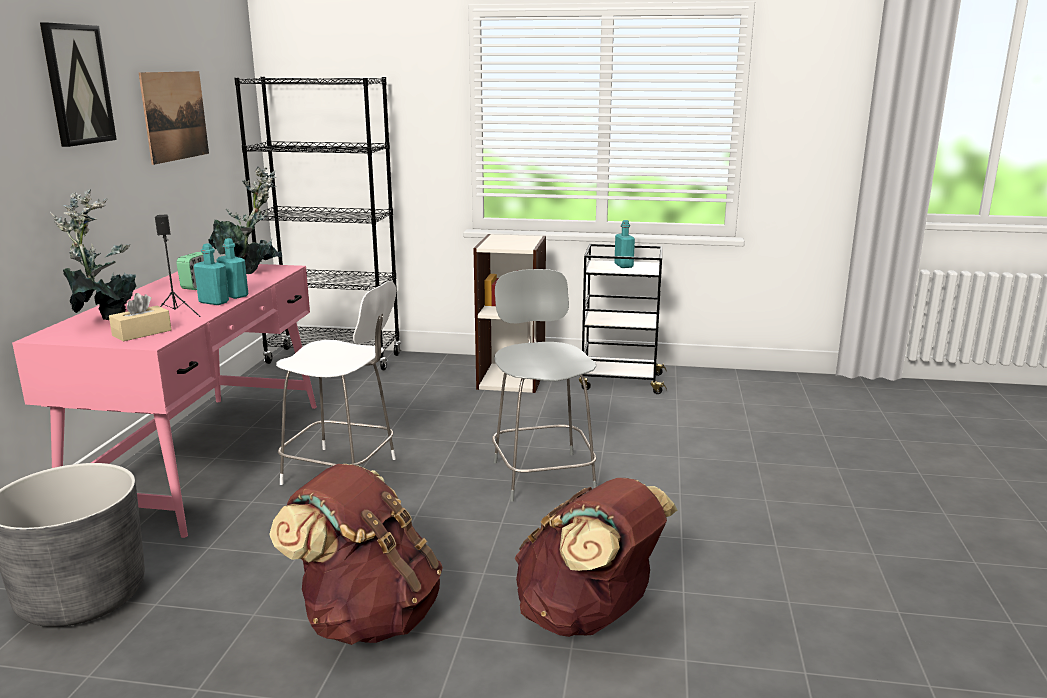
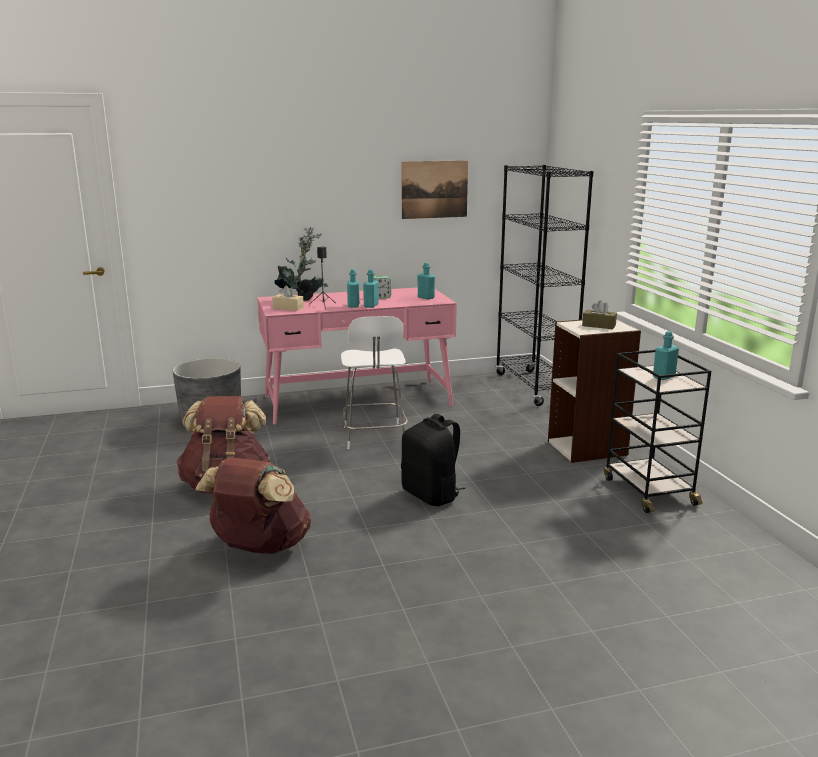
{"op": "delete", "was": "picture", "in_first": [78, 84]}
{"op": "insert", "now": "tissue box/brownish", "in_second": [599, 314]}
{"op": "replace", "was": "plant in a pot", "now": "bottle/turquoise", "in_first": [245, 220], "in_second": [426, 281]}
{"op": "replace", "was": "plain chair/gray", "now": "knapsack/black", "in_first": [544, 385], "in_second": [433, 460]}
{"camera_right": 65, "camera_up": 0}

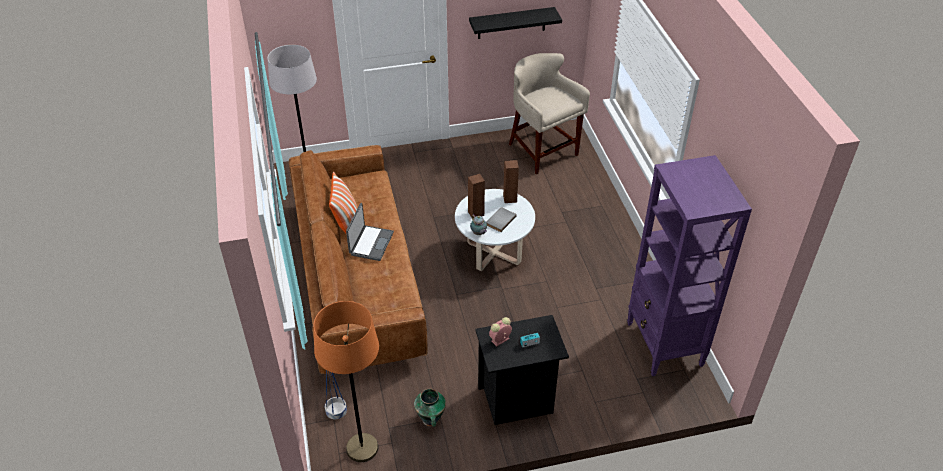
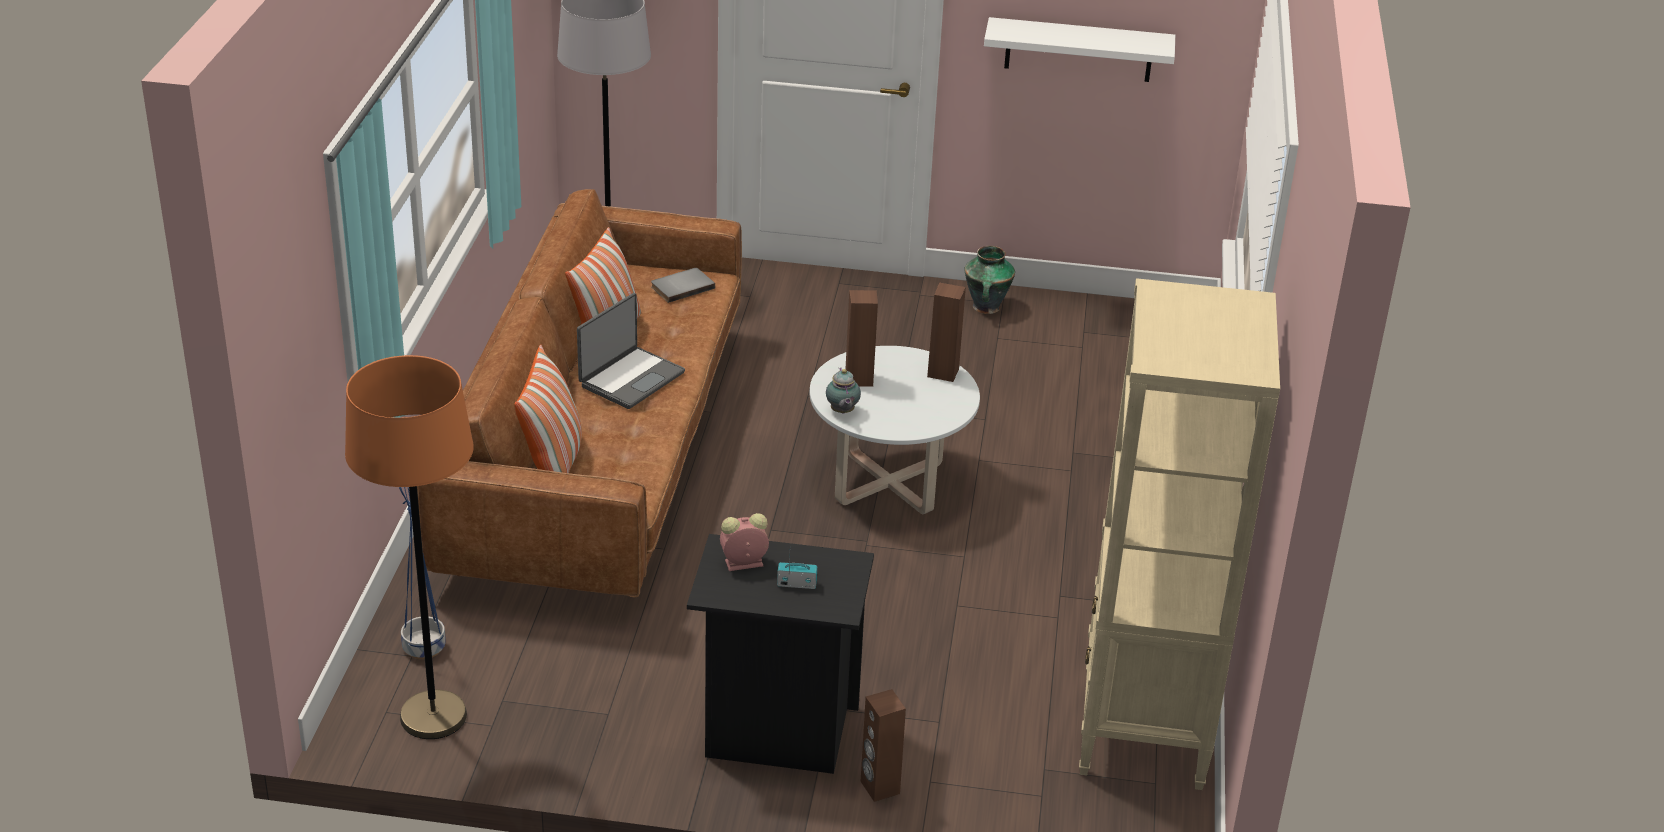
{"op": "delete", "was": "stool/sand-coloured", "in_first": [549, 114]}
{"op": "insert", "now": "pillow", "in_second": [548, 409]}
{"op": "insert", "now": "audio speaker/brownish", "in_second": [883, 745]}
{"op": "move", "was": "flower vase", "in_first": [430, 408], "in_second": [989, 280]}
{"op": "move", "was": "book/gray", "in_first": [501, 219], "in_second": [683, 285]}
{"op": "recolor", "was": "bracket shelf/black", "now": "bracket shelf/white", "in_first": [515, 23], "in_second": [1079, 49]}
{"op": "recolor", "was": "shelving unit/purple-coloured", "now": "shelving unit/sand-coloured", "in_first": [689, 265], "in_second": [1179, 534]}
{"camera_right": 20, "camera_up": -10}

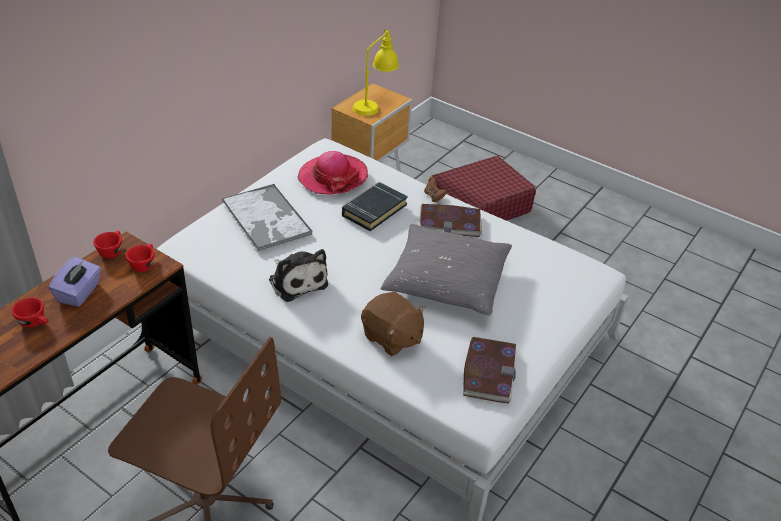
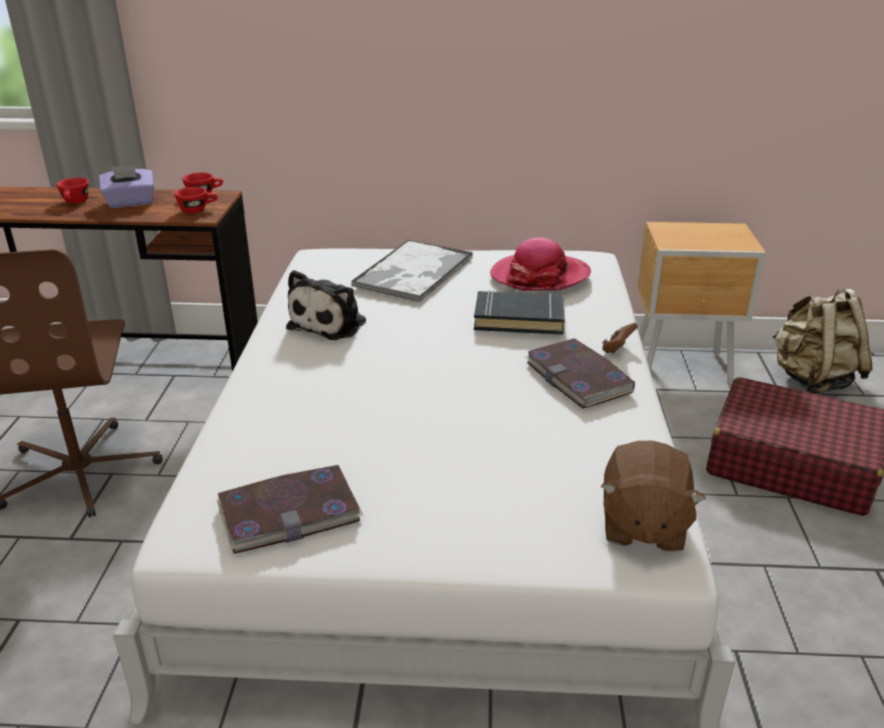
{"op": "delete", "was": "tabletop lamp/yellowish", "in_first": [376, 73]}
{"op": "delete", "was": "pillow/gray", "in_first": [446, 269]}
{"op": "insert", "now": "knapsack/sand-coloured", "in_second": [822, 341]}
{"op": "move", "was": "plush toy/brownish", "in_first": [393, 324], "in_second": [653, 496]}
{"camera_right": 60, "camera_up": -10}

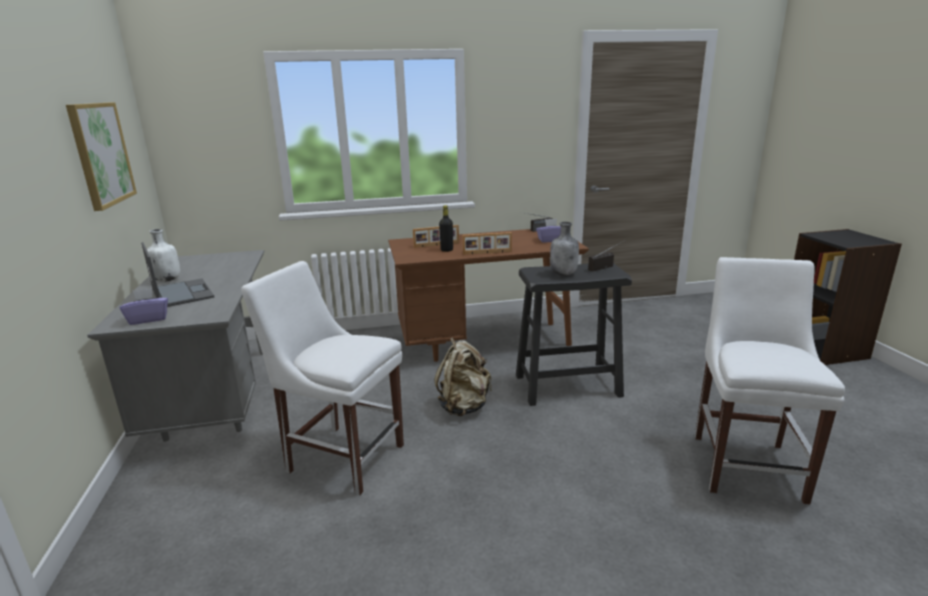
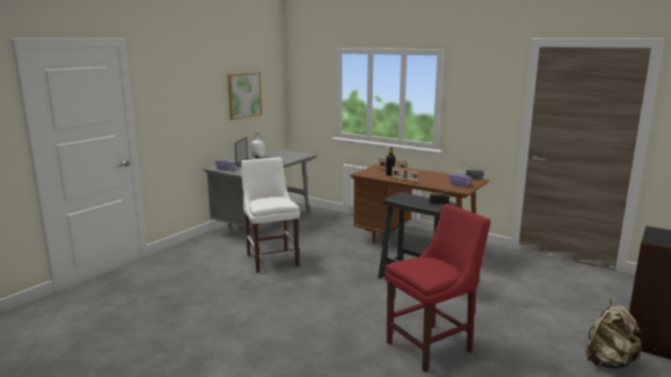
{"op": "delete", "was": "bottle/gray", "in_first": [564, 248]}
{"op": "move", "was": "knapsack/sand-coloured", "in_first": [463, 376], "in_second": [614, 334]}
{"op": "recolor", "was": "plain chair/white", "now": "plain chair/reddish", "in_first": [770, 380], "in_second": [438, 288]}
{"camera_right": 45, "camera_up": -5}

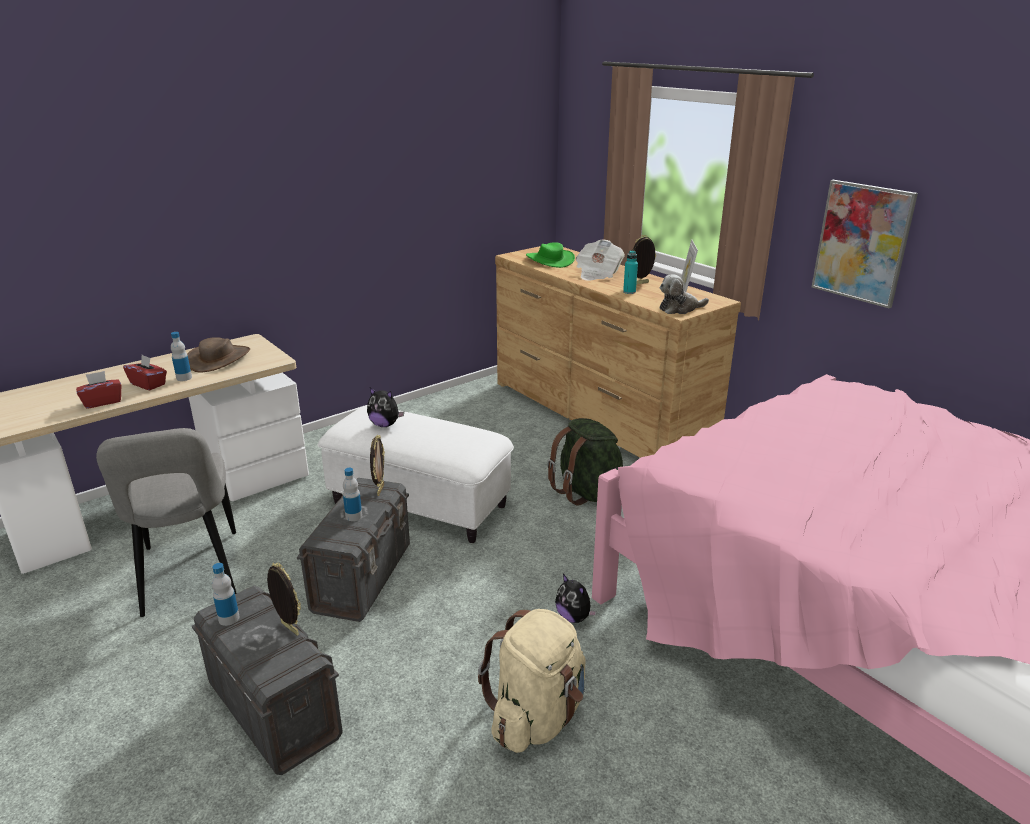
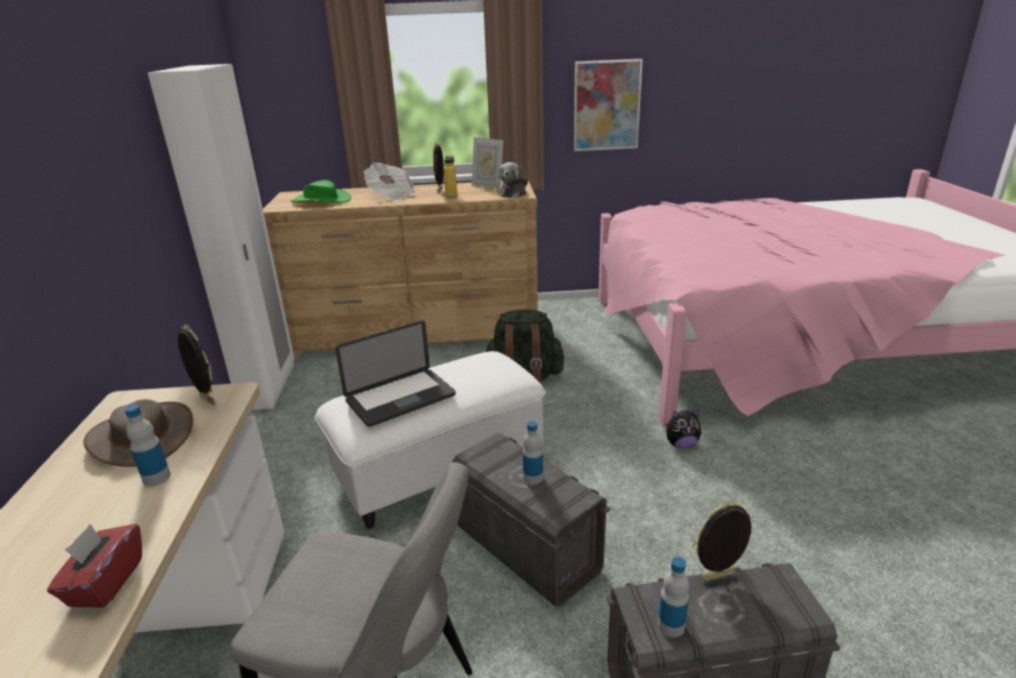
{"op": "delete", "was": "tissue box/reddish", "in_first": [145, 372]}
{"op": "delete", "was": "knapsack/sand-coloured", "in_first": [532, 681]}
{"op": "insert", "now": "wardrobe/white", "in_second": [221, 237]}
{"op": "move", "was": "standing frame", "in_first": [377, 465], "in_second": [197, 364]}
{"op": "replace", "was": "plush toy", "now": "portable computer", "in_first": [385, 407], "in_second": [395, 373]}
{"op": "recolor", "was": "bottle/turquoise", "now": "bottle/yellowish", "in_first": [630, 272], "in_second": [450, 176]}
{"camera_right": -55, "camera_up": 0}

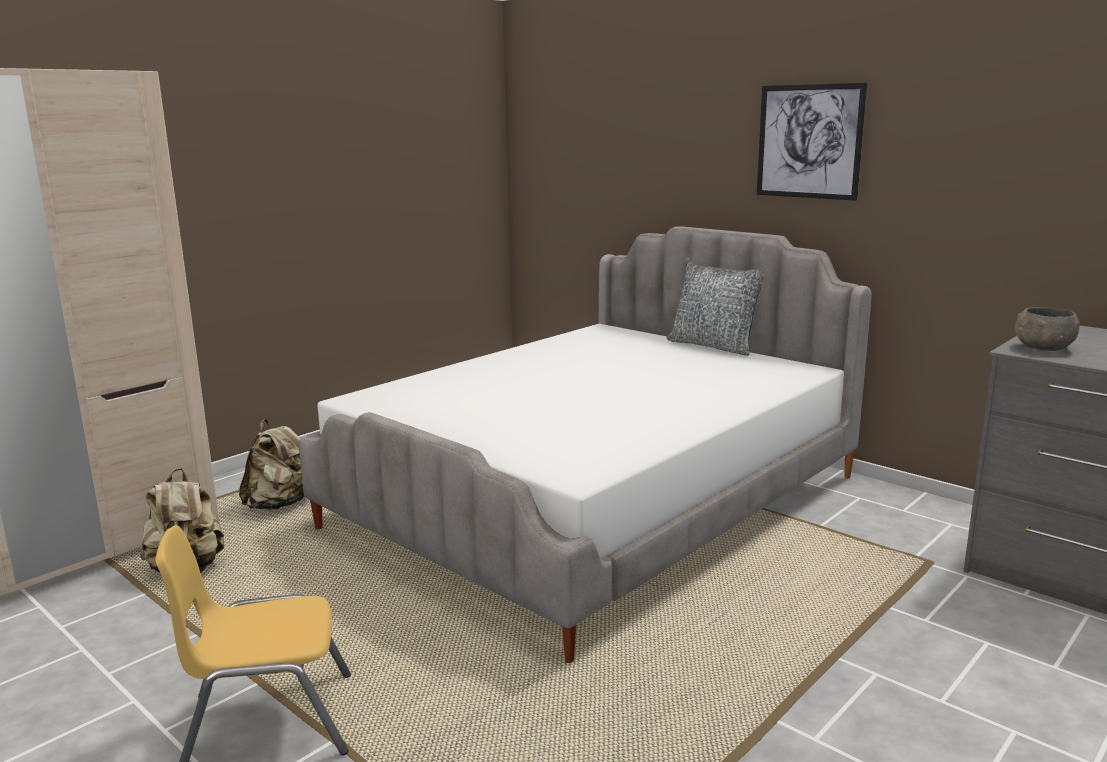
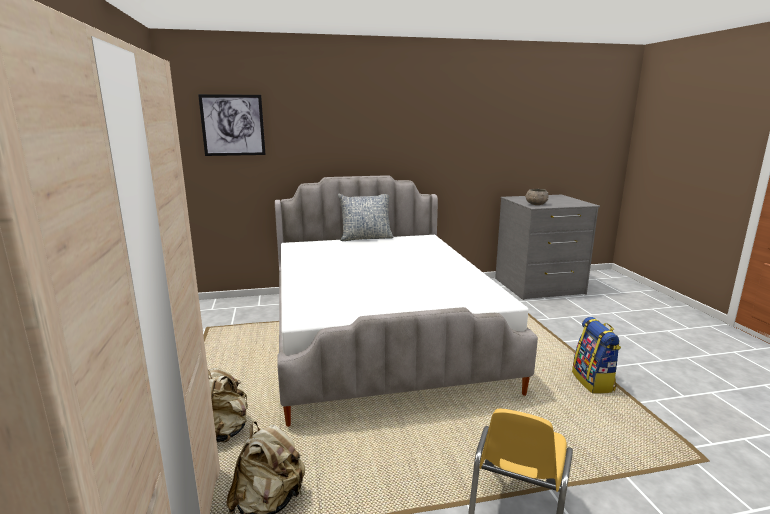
{"op": "insert", "now": "knapsack", "in_second": [596, 355]}
{"op": "move", "was": "picture", "in_first": [812, 142], "in_second": [232, 125]}
{"camera_right": -55, "camera_up": 0}

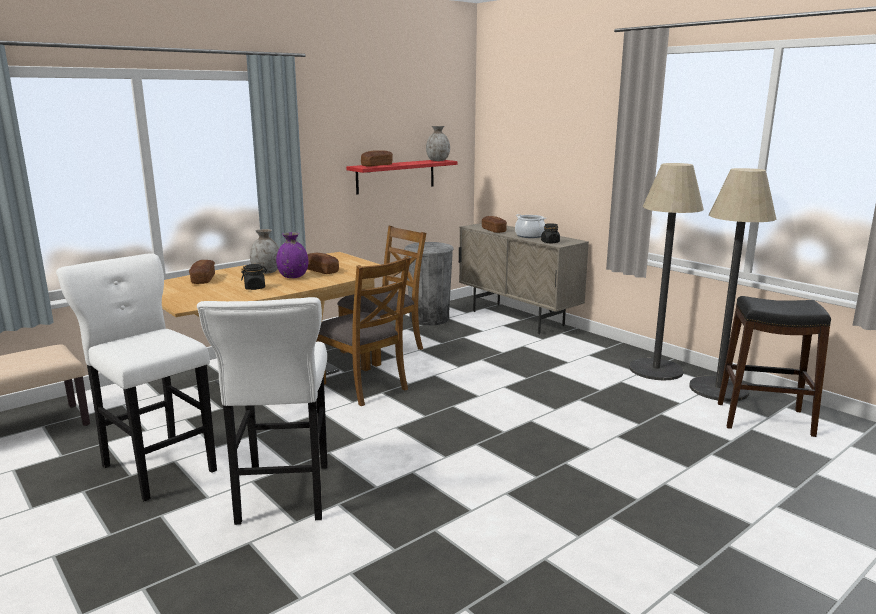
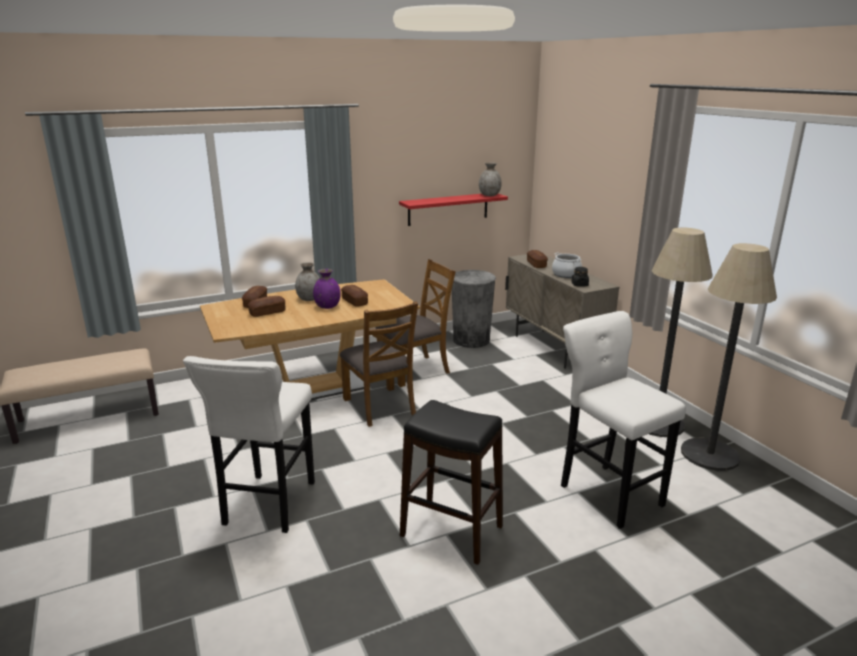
{"op": "delete", "was": "jar/black", "in_first": [254, 277]}
{"op": "move", "was": "stool/white", "in_first": [136, 377], "in_second": [623, 420]}
{"op": "move", "was": "bakery bread", "in_first": [377, 158], "in_second": [266, 306]}
{"op": "move", "was": "stool/black", "in_first": [774, 366], "in_second": [451, 482]}
{"camera_right": 15, "camera_up": 5}

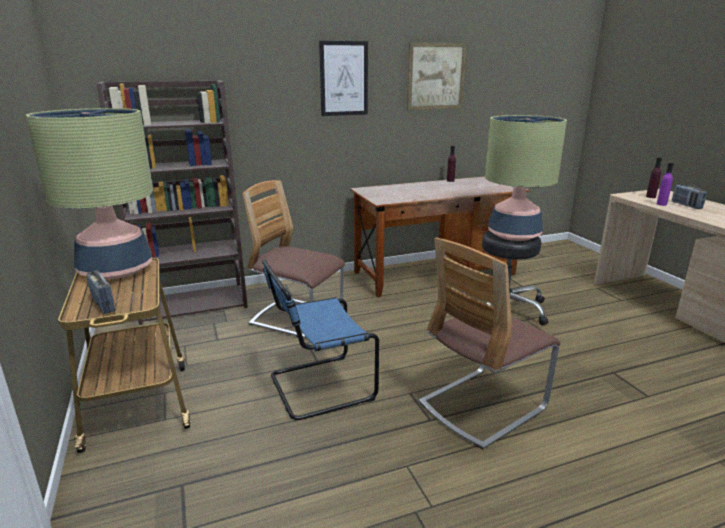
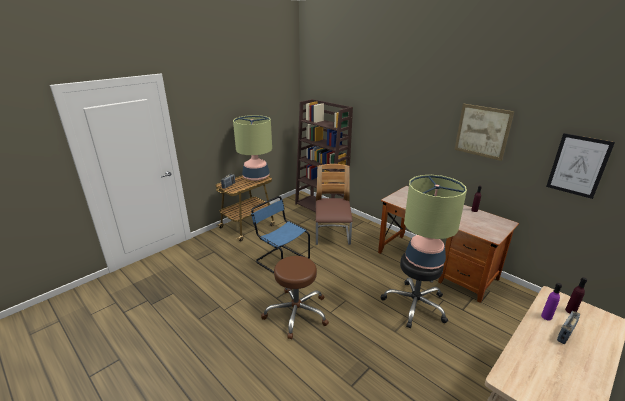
{"op": "move", "was": "picture", "in_first": [343, 78], "in_second": [580, 166]}
{"op": "replace", "was": "plain chair", "now": "stool/brownish", "in_first": [490, 343], "in_second": [295, 297]}
{"camera_right": 65, "camera_up": 5}

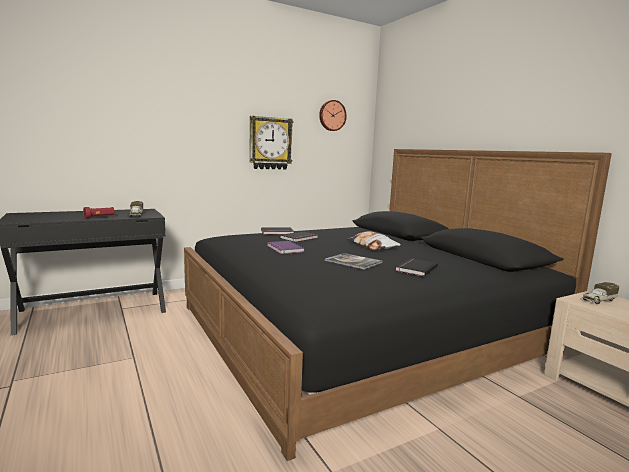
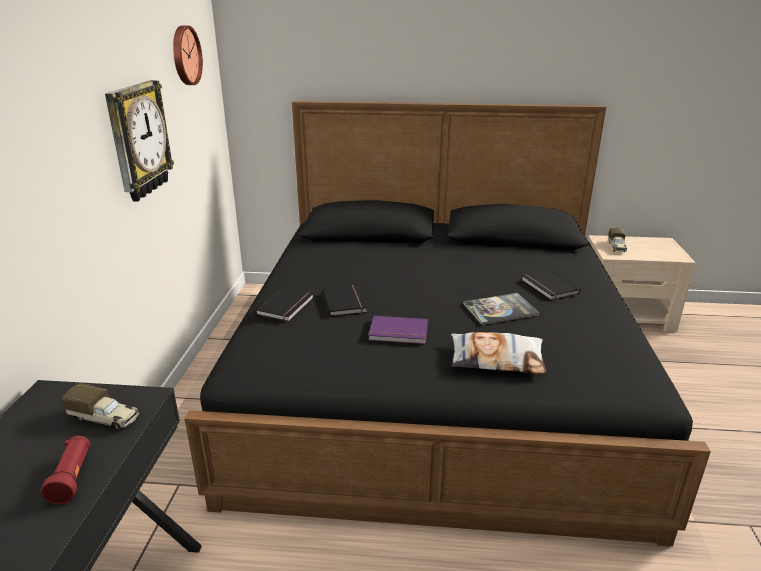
{"op": "move", "was": "pillow", "in_first": [373, 240], "in_second": [498, 352]}
{"camera_right": -55, "camera_up": 15}

